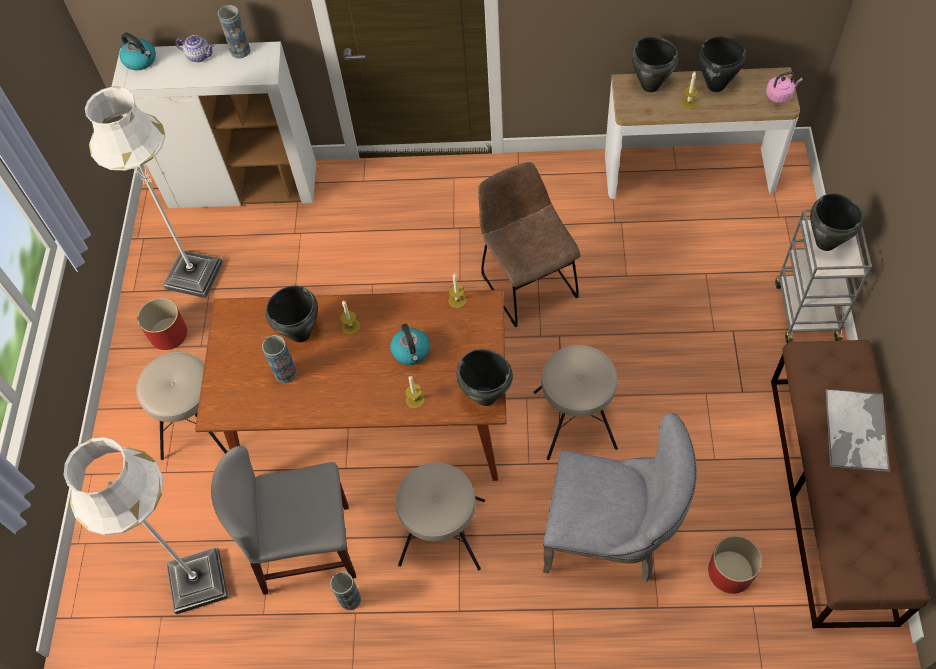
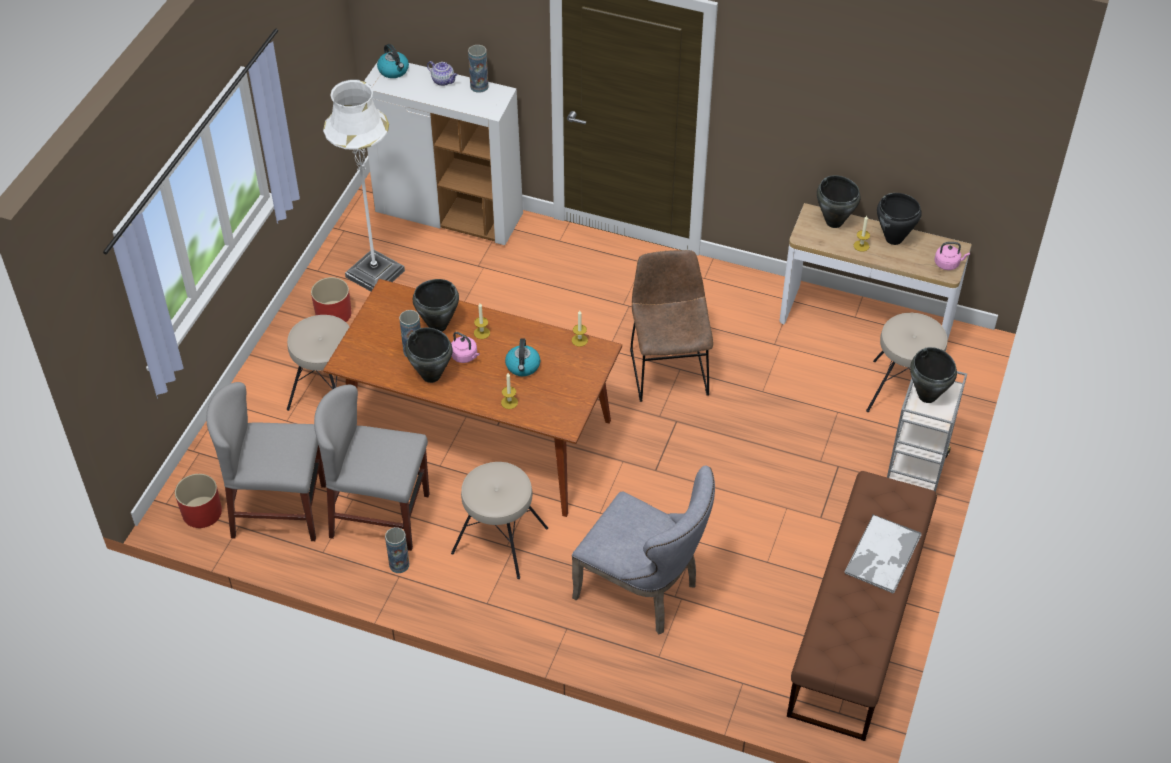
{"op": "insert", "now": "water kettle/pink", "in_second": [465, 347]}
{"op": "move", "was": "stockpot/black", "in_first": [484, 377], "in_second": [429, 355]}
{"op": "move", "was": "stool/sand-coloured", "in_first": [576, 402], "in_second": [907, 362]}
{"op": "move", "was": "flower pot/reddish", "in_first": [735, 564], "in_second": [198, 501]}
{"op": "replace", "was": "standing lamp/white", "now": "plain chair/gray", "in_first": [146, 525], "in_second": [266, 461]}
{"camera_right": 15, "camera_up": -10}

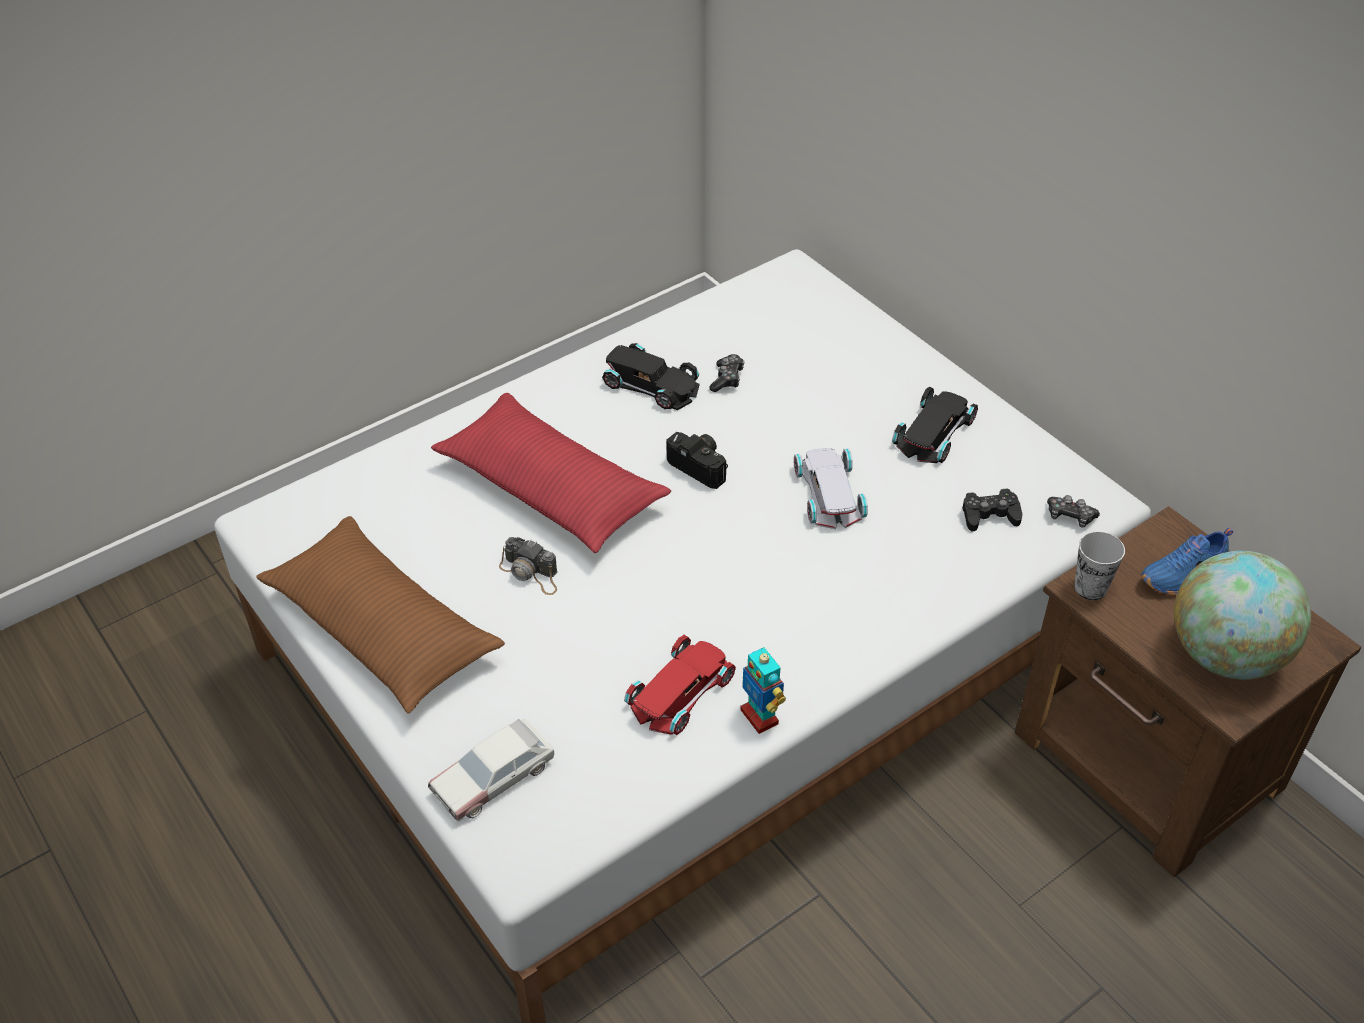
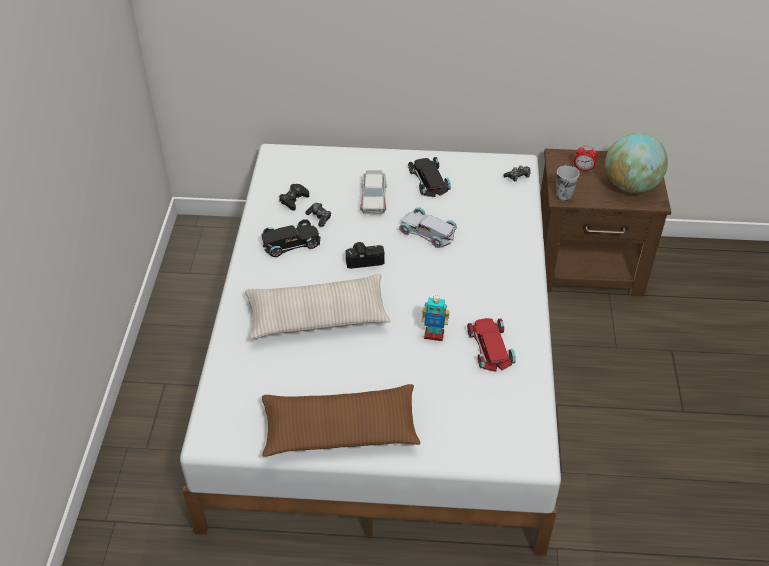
{"op": "delete", "was": "still camera", "in_first": [528, 566]}
{"op": "move", "was": "miniature car", "in_first": [491, 770], "in_second": [373, 192]}
{"op": "move", "was": "model robot", "in_first": [763, 690], "in_second": [435, 318]}
{"op": "move", "was": "game controller/black", "in_first": [992, 510], "in_second": [294, 197]}
{"op": "replace", "was": "shoe/blue-coloured", "now": "alarm clock", "in_first": [1187, 562], "in_second": [585, 158]}
{"op": "recolor", "was": "pillow/reddish", "now": "pillow/sand-coloured", "in_first": [551, 473], "in_second": [317, 306]}
{"camera_right": -50, "camera_up": 0}

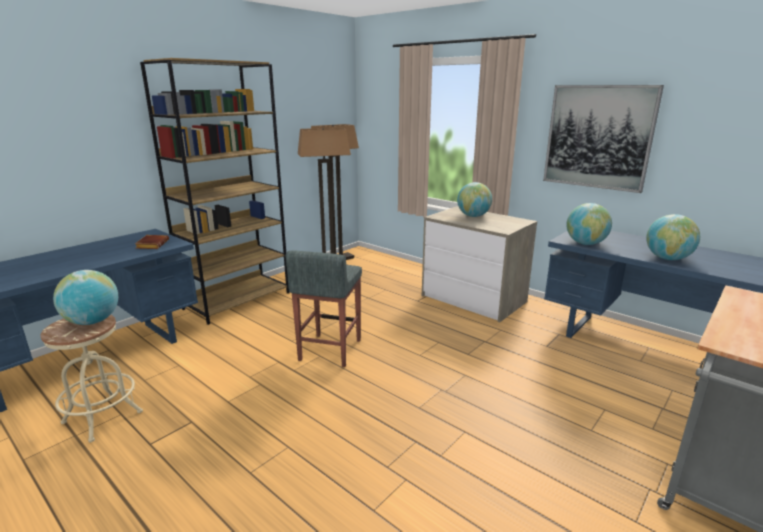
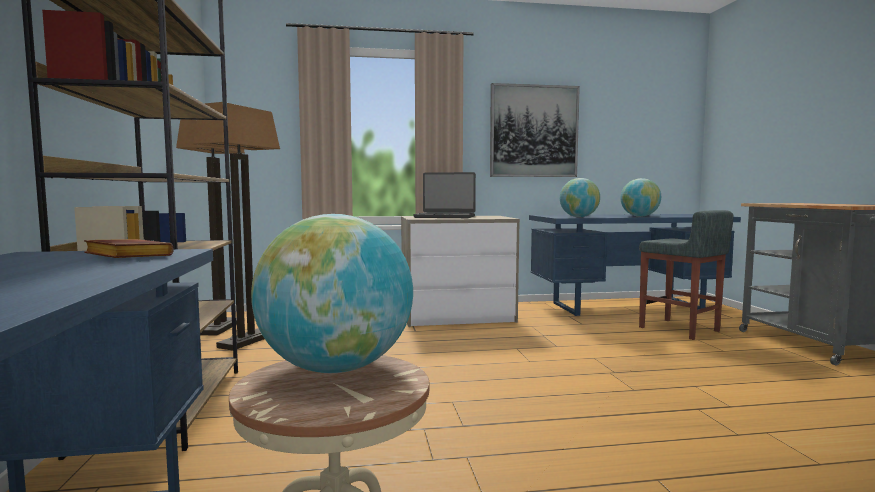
{"op": "move", "was": "stool/gray", "in_first": [323, 308], "in_second": [686, 275]}
{"op": "replace", "was": "globe", "now": "portable computer", "in_first": [474, 199], "in_second": [444, 195]}
{"camera_right": -50, "camera_up": -15}

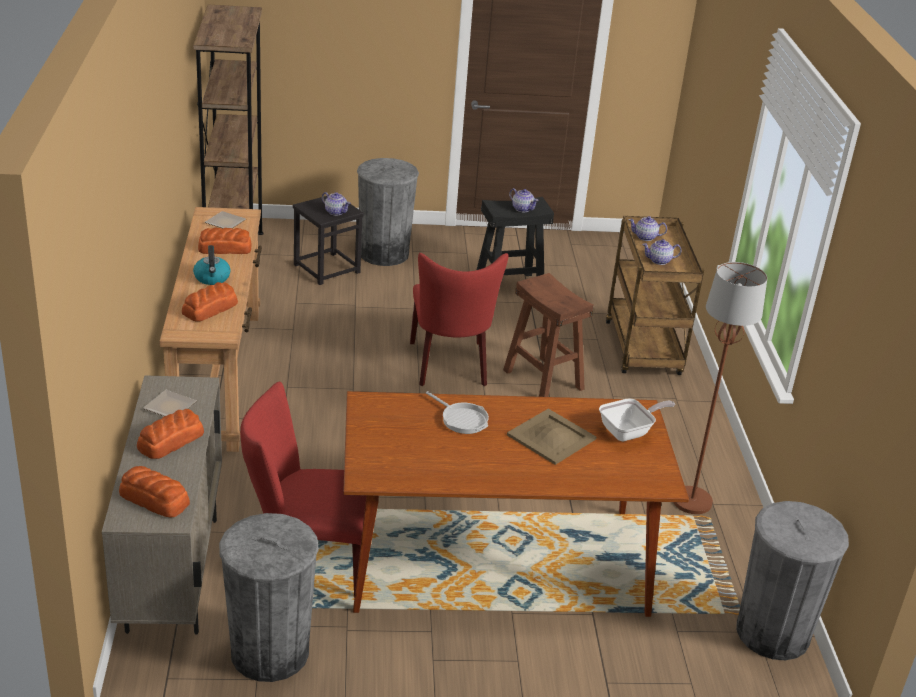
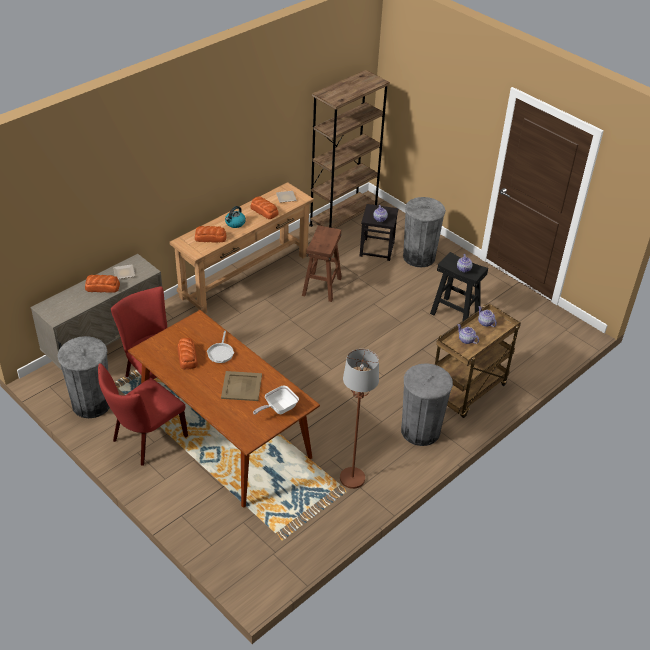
{"op": "move", "was": "bakery bread", "in_first": [154, 491], "in_second": [188, 354]}
{"op": "move", "was": "plain chair/reddish", "in_first": [459, 319], "in_second": [143, 414]}
{"op": "move", "was": "stool/brownish", "in_first": [548, 335], "in_second": [322, 263]}
{"op": "move", "was": "waste bin/gray", "in_first": [792, 580], "in_second": [427, 404]}
{"op": "rotate", "was": "skillet", "in_first": [637, 419], "in_second": [276, 400], "clockwise": 120}
{"camera_right": 50, "camera_up": 10}

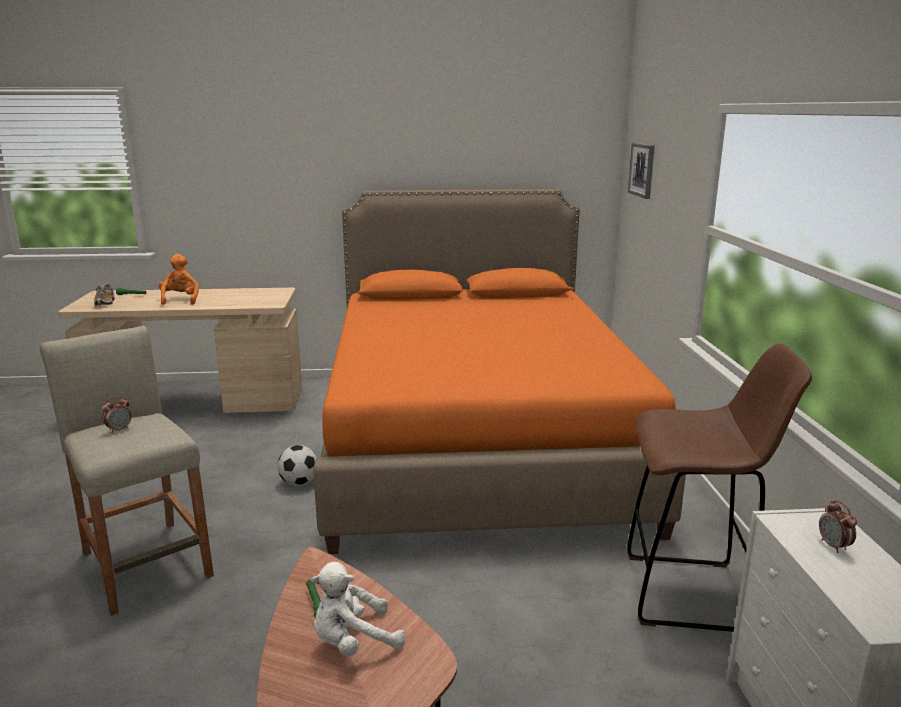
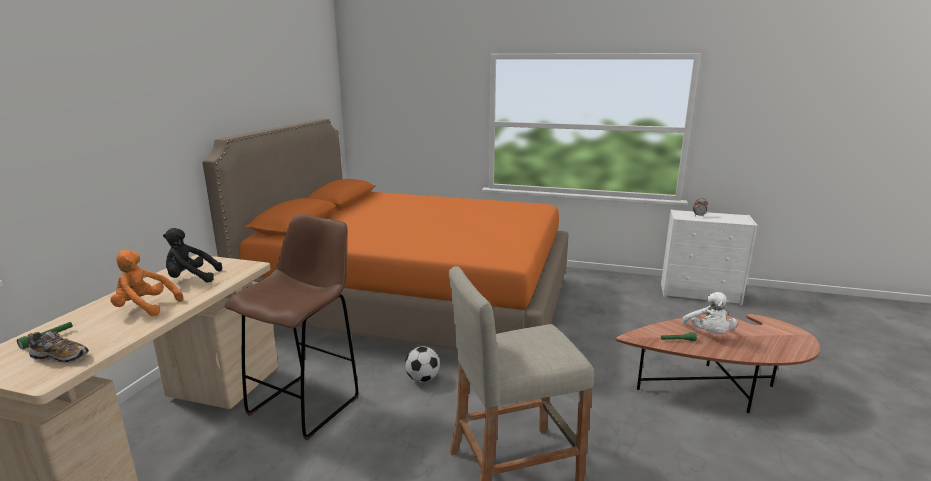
{"op": "delete", "was": "alarm clock", "in_first": [117, 414]}
{"op": "delete", "was": "picture", "in_first": [641, 171]}
{"op": "insert", "now": "plush toy/black", "in_second": [192, 255]}
{"op": "move", "was": "stool/brownish", "in_first": [719, 488], "in_second": [292, 327]}
{"camera_right": -70, "camera_up": 0}

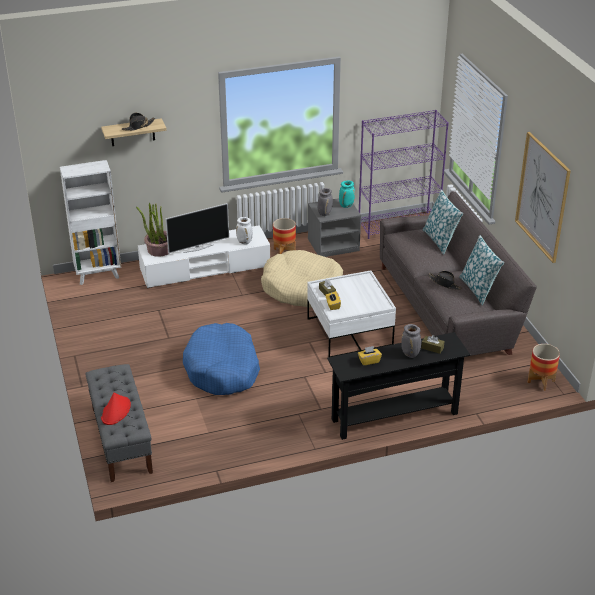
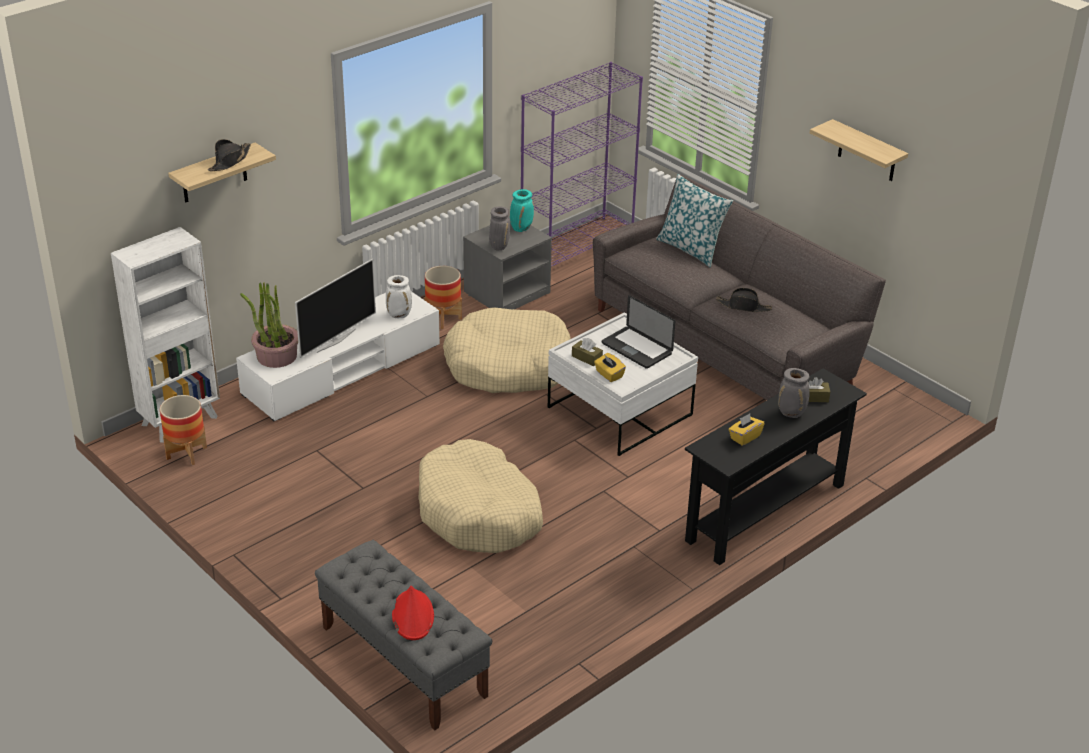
{"op": "delete", "was": "pillow", "in_first": [481, 270]}
{"op": "insert", "now": "portable computer", "in_second": [638, 332]}
{"op": "move", "was": "flower pot", "in_first": [544, 367], "in_second": [183, 430]}
{"op": "replace", "was": "picture", "now": "bracket shelf", "in_first": [543, 197], "in_second": [859, 150]}
{"op": "recolor", "was": "dog bed/blue-coloured", "now": "dog bed/sand-coloured", "in_first": [221, 359], "in_second": [481, 496]}
{"camera_right": -25, "camera_up": 0}

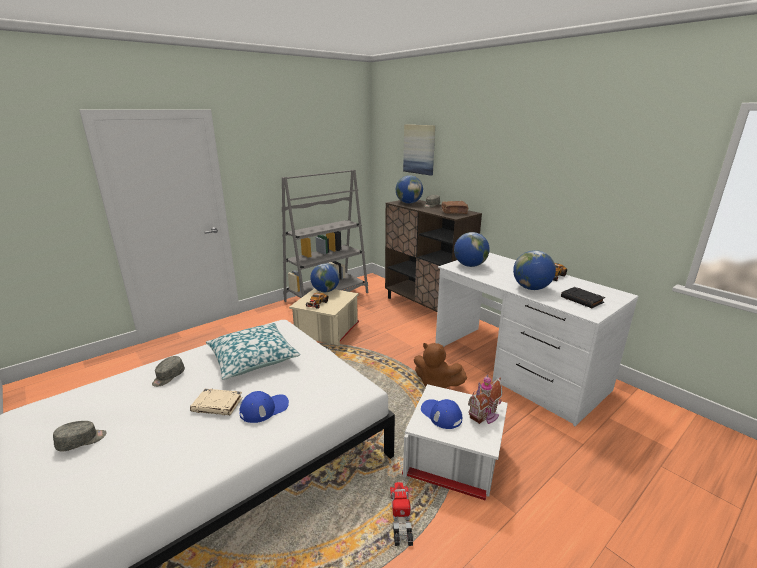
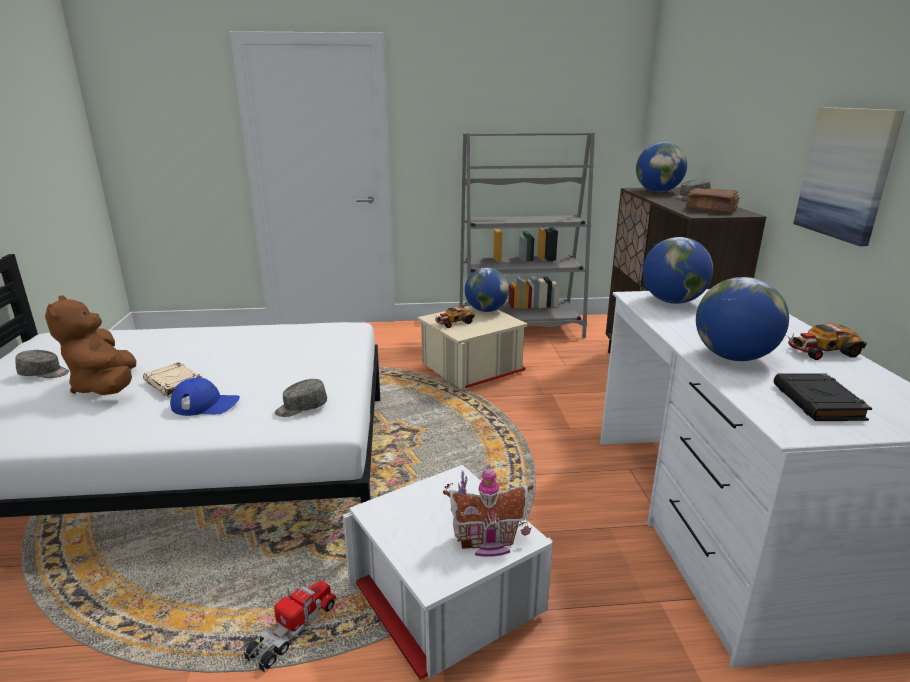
{"op": "delete", "was": "pillow", "in_first": [253, 351]}
{"op": "delete", "was": "cap/blue-coloured", "in_first": [441, 414]}
{"op": "move", "was": "cap/gray", "in_first": [168, 371], "in_second": [301, 398]}
{"op": "move", "was": "picture", "in_first": [419, 150], "in_second": [849, 176]}
{"op": "move", "was": "plush toy/brownish", "in_first": [440, 365], "in_second": [90, 345]}
{"camera_right": 35, "camera_up": 0}

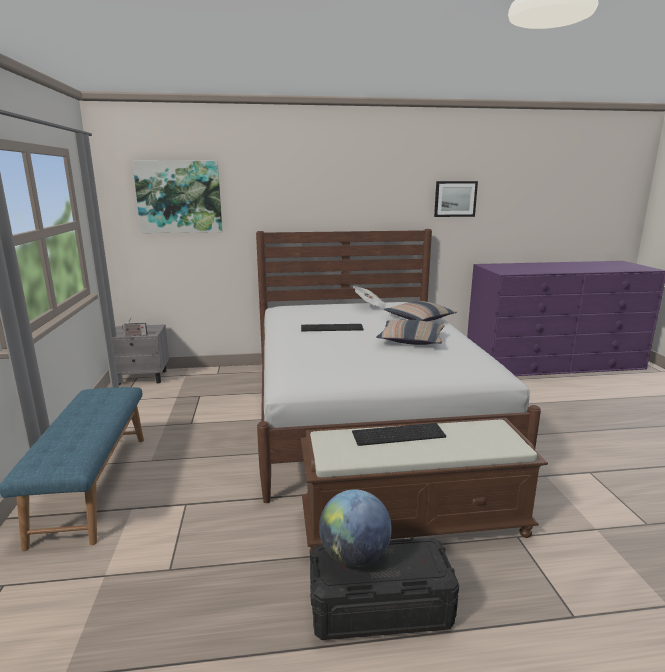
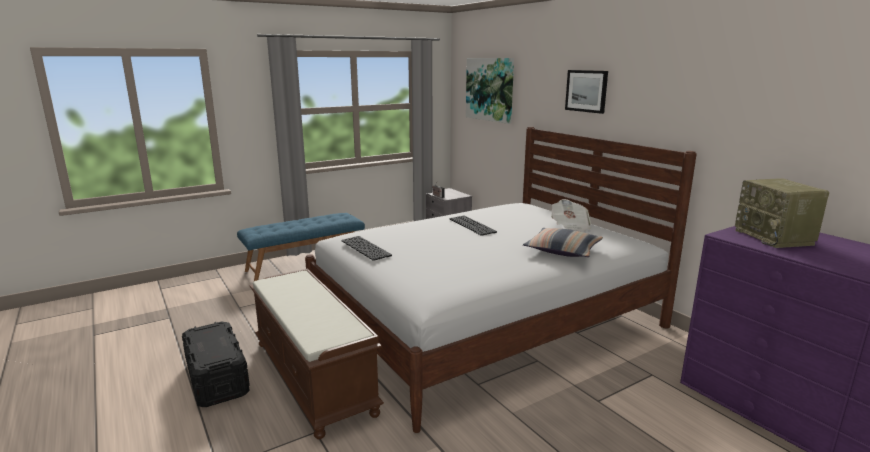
{"op": "delete", "was": "globe", "in_first": [355, 528]}
{"op": "delete", "was": "pillow", "in_first": [410, 332]}
{"op": "insert", "now": "radio receiver", "in_second": [782, 213]}
{"op": "move", "was": "computer keyboard", "in_first": [399, 434], "in_second": [366, 248]}
{"op": "move", "was": "picture", "in_first": [456, 199], "in_second": [586, 92]}
{"camera_right": 65, "camera_up": 0}

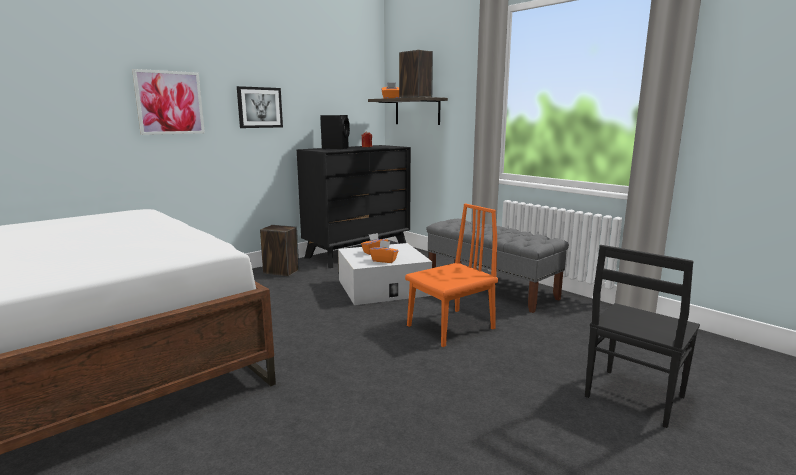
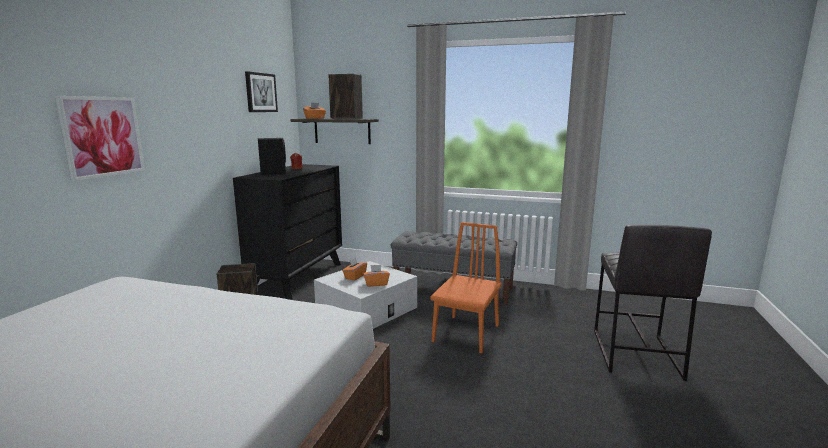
{"op": "move", "was": "picture", "in_first": [260, 107], "in_second": [261, 91]}
{"op": "replace", "was": "plain chair/black", "now": "stool/gray", "in_first": [642, 336], "in_second": [653, 303]}
{"camera_right": -30, "camera_up": 0}

